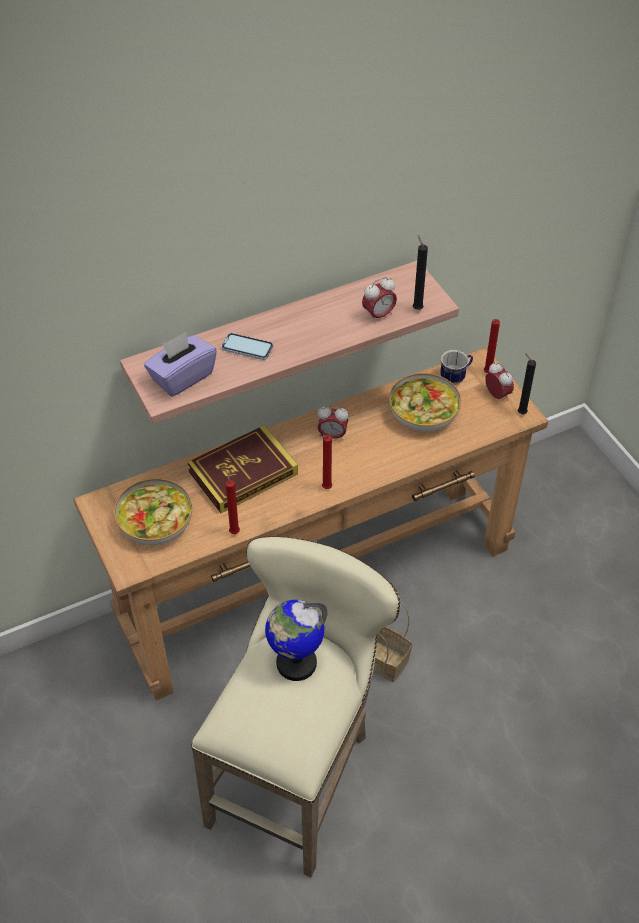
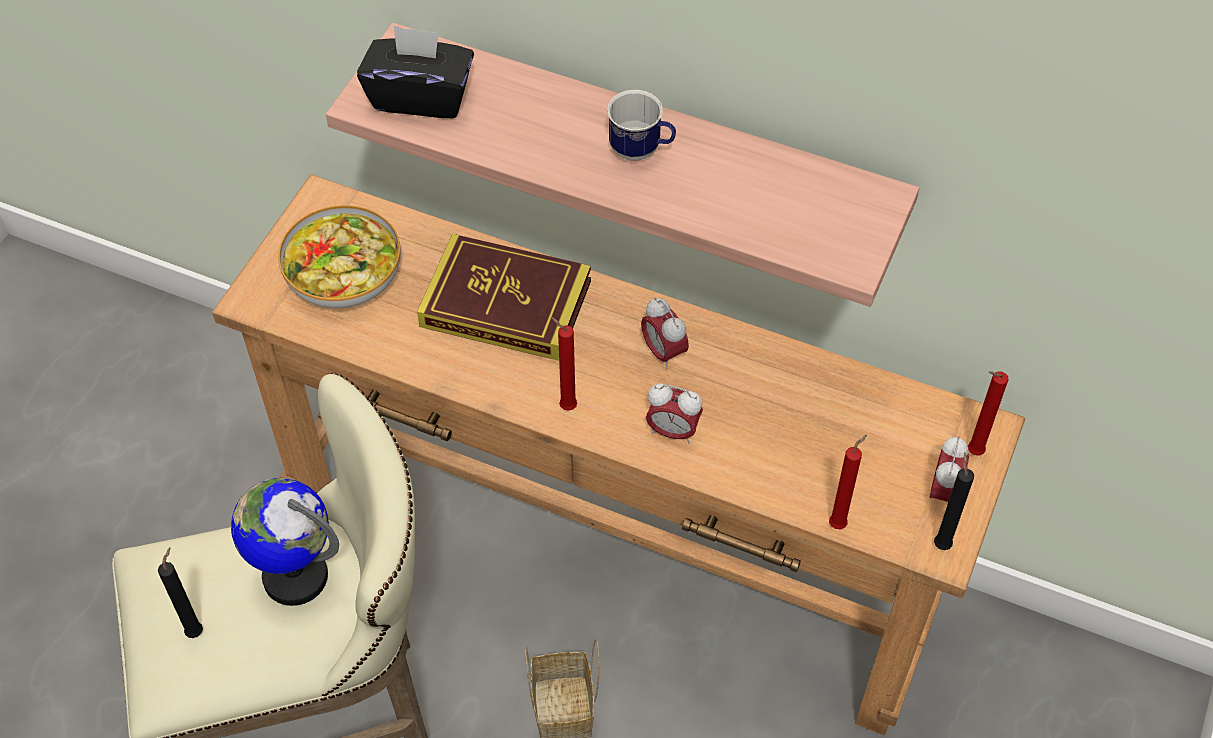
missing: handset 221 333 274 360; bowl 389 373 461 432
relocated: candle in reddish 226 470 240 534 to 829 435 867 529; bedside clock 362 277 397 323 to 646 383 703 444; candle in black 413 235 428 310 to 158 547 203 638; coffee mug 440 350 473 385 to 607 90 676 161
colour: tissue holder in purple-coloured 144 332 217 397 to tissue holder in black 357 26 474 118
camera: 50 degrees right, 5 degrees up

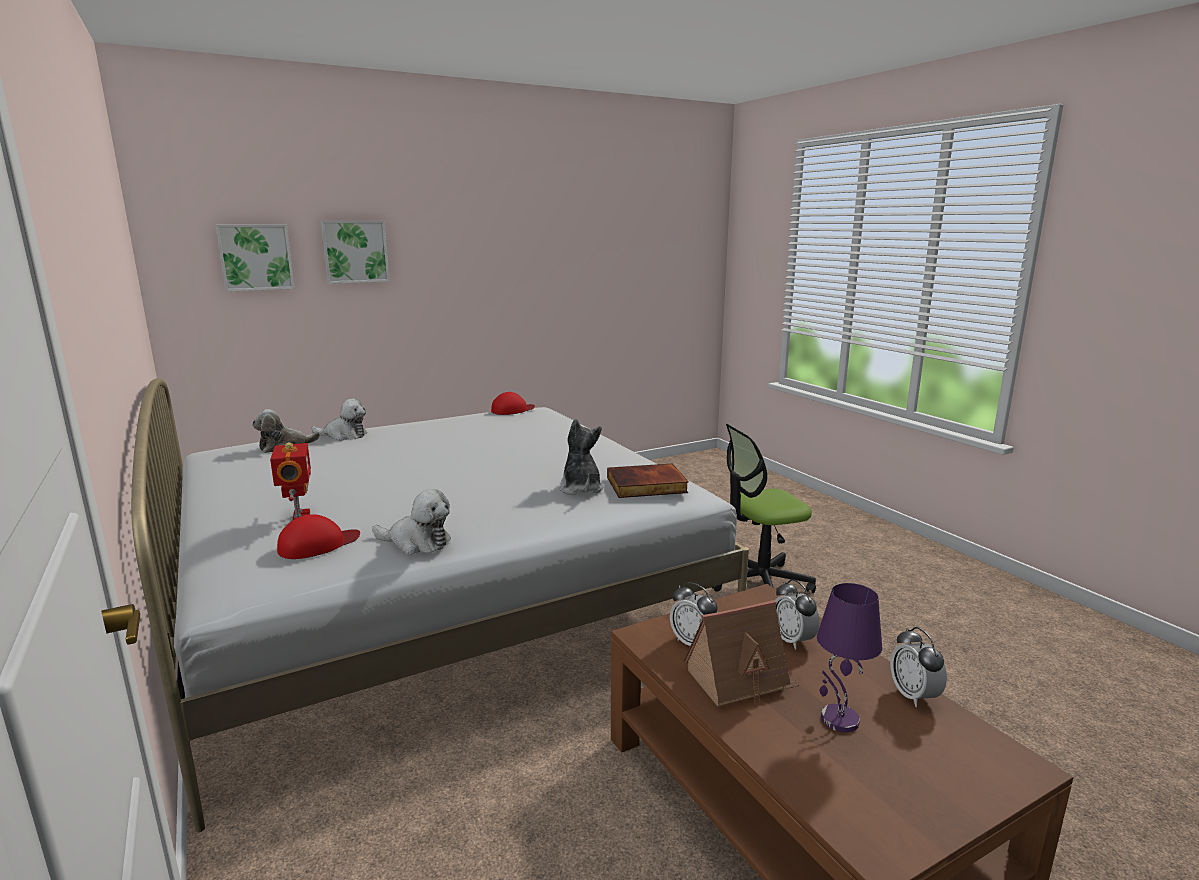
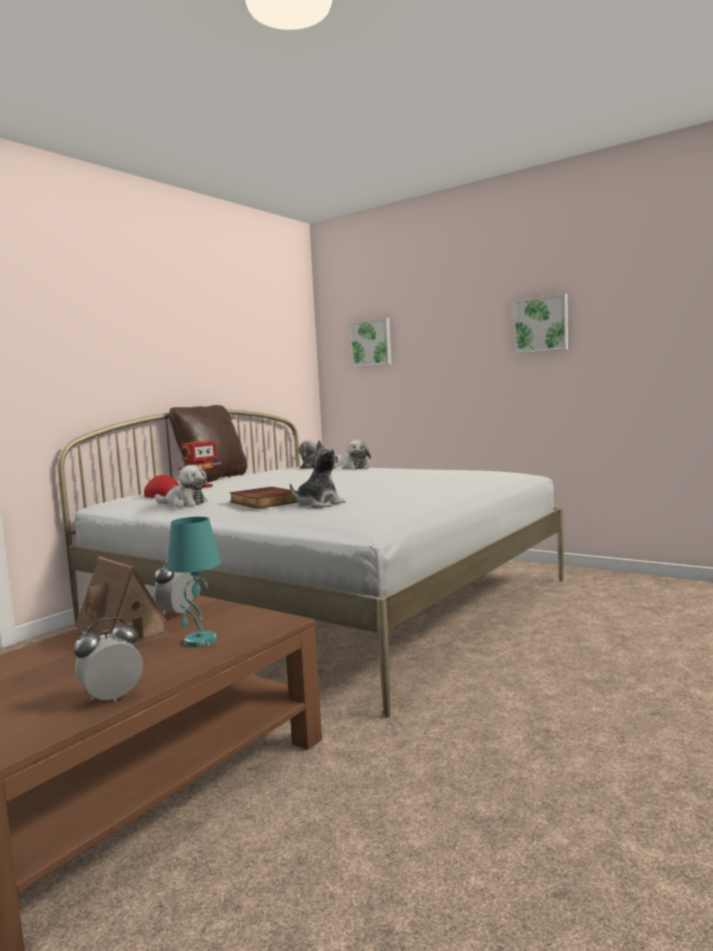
missing: baseball cap in reddish 491 392 535 415; office chair 712 424 816 593; lamp for a table in purple-coloured 817 583 882 733
appeared: pillow in brown-coloured 169 405 247 483
relocated: wall picture 321 221 390 284 to 513 294 568 354; book 607 463 689 498 to 230 487 298 509
exchanged: bedside clock 775 579 819 650 to lamp for a table in turquoise-coloured 167 517 221 647
spun: soft toy 372 489 451 554 = 155 465 208 507 60 degrees counterclockwise
camera: 65 degrees right, 10 degrees down

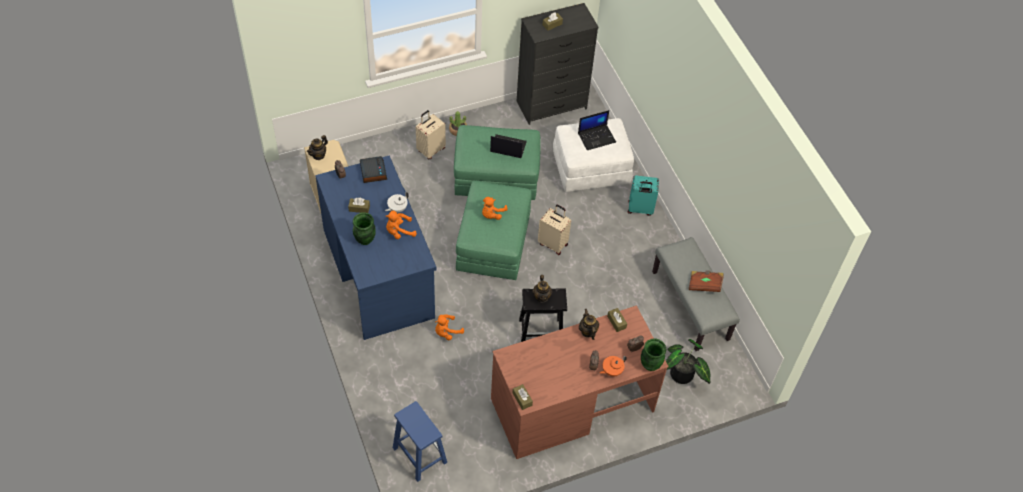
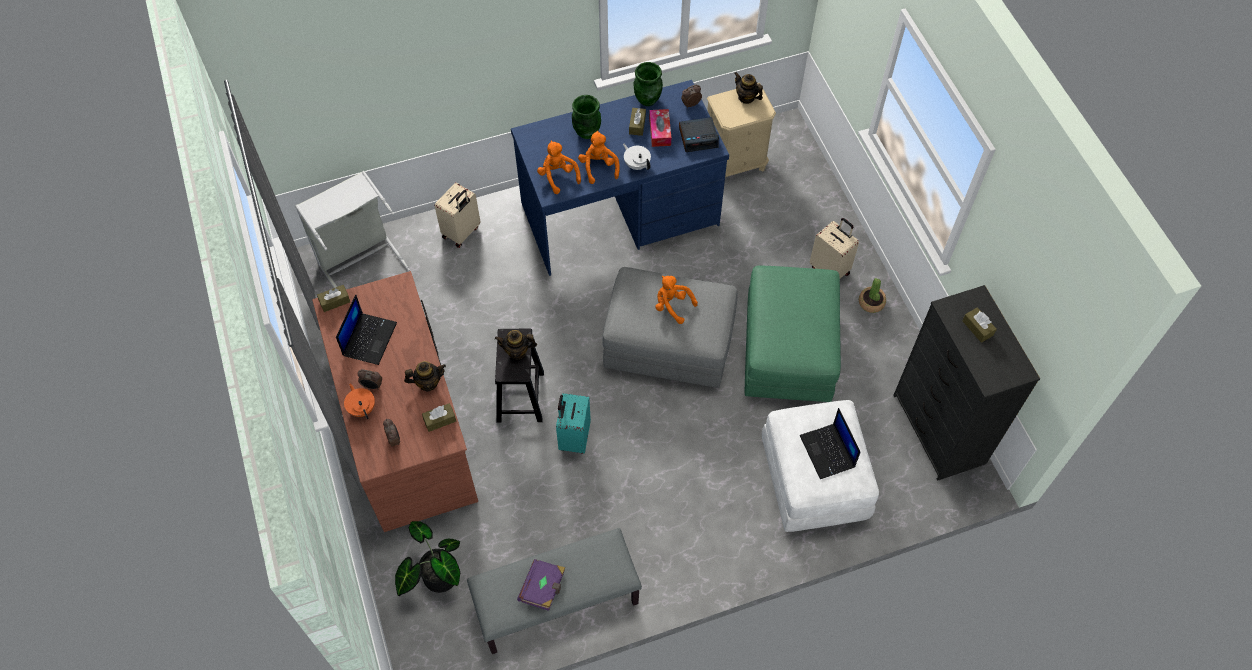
appeared: tissue holder 649 109 671 147
relocated: soft toy in orange-coloured 435 314 464 340 to 537 141 581 194; portable computer 490 134 527 158 to 336 295 397 365; travel case in beige-coloured 538 205 571 255 to 435 183 480 248; travel case in turquoise-coloured 628 175 659 216 to 556 393 591 454; decorative vase in greenish 641 338 666 371 to 634 62 663 106
exchanged: sitting stool in blue 393 401 447 482 to laundry basket in grey 295 171 410 288
colour: ottoman in greenish 456 181 532 280 to ottoman in grey 602 267 737 388; book in brown-coloured 689 270 724 292 to book in purple-coloured 517 559 565 611
camera: 95 degrees right, 5 degrees up

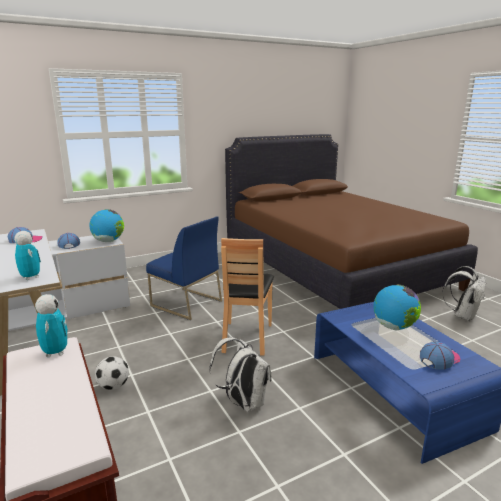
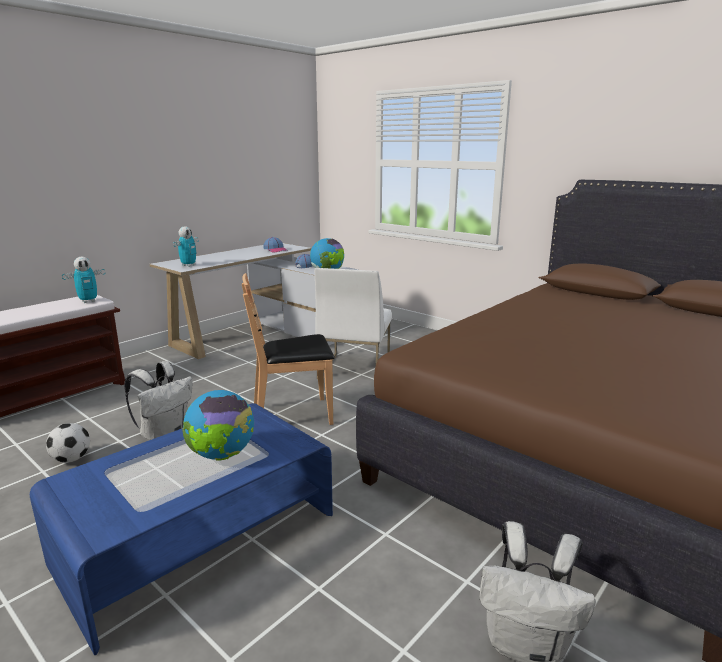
missing: baseball cap 420 342 460 370
relocated: football ball 95 356 129 390 to 46 423 90 463
colour: plain chair in blue 146 216 222 320 to plain chair in whitish 315 268 392 379
camera: 70 degrees right, 0 degrees up

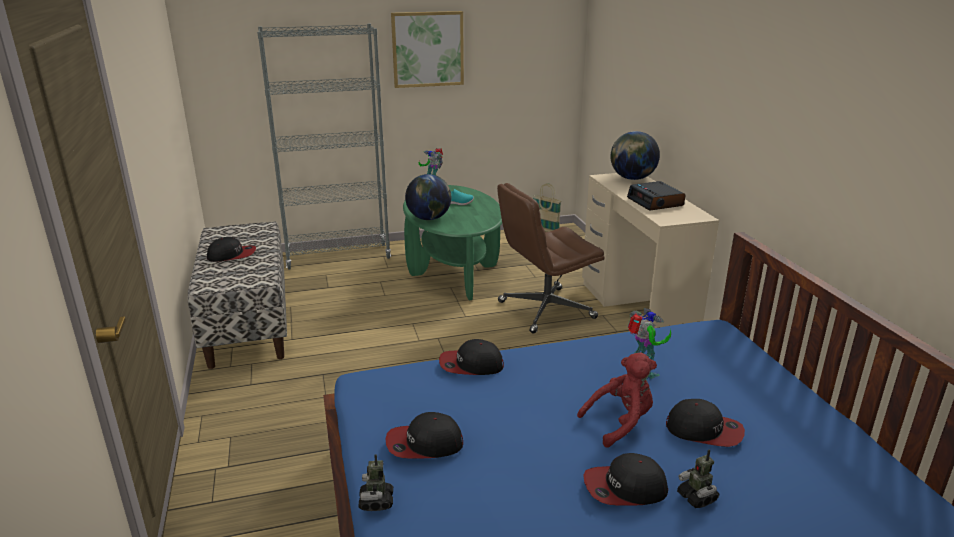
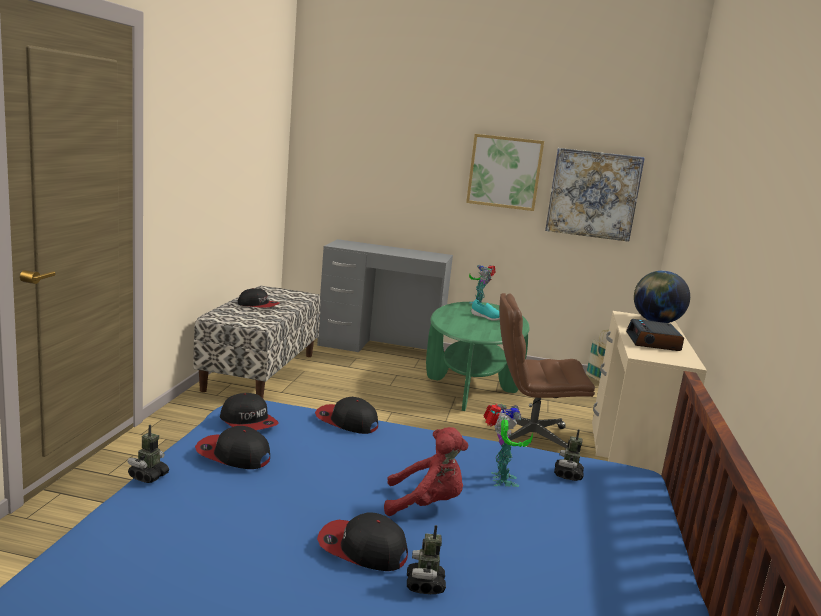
missing: desk globe 405 174 451 220
appeared: wall picture 545 148 645 242; robot figure 554 430 584 481
relocated: baseball cap 666 399 745 447 to 220 393 279 430
exchanged: bookshelf in grey 257 24 391 270 to desk unit in grey 317 239 453 352
camera: 25 degrees right, 10 degrees down

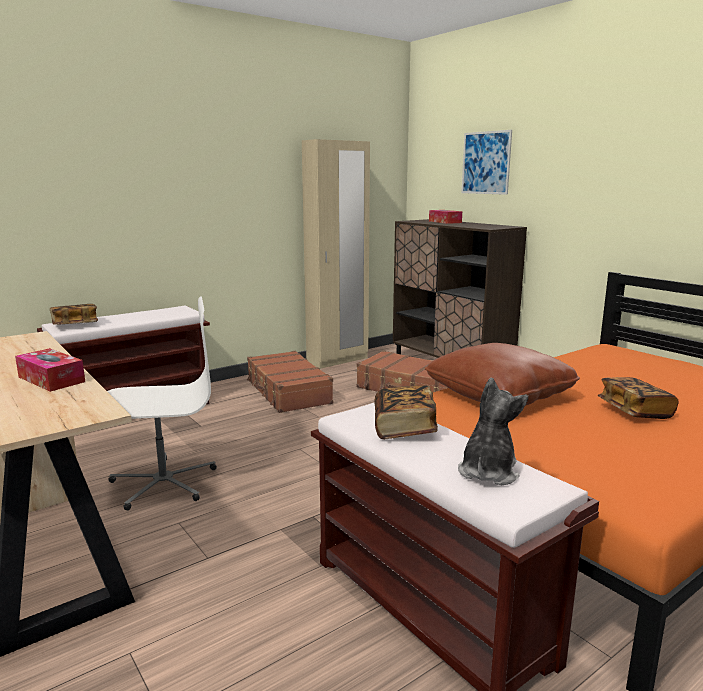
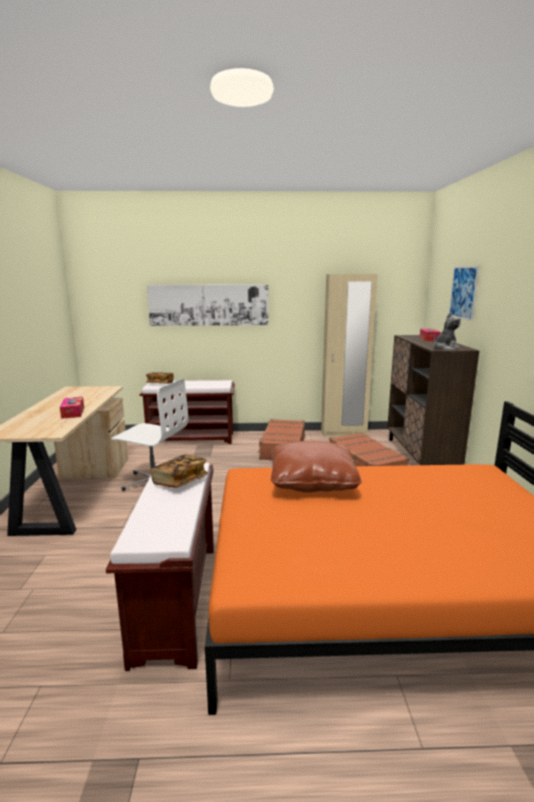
missing: book 598 377 679 419
appeared: wall picture 147 285 268 326
relocated: soft toy 458 378 528 485 to 433 313 461 350
camera: 35 degrees right, 0 degrees up

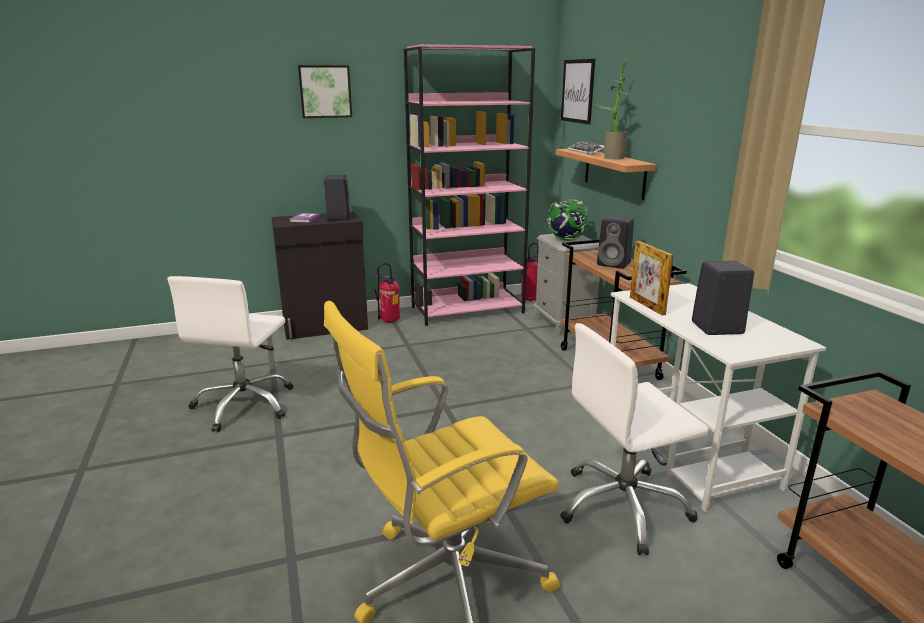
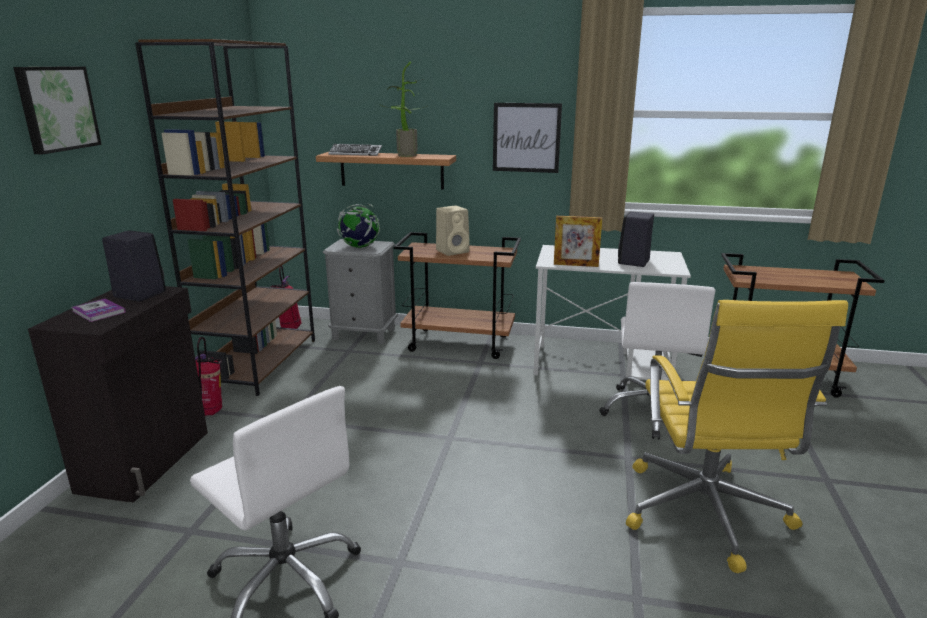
relocated: wall picture 561 59 595 124 to 493 103 562 173
colour: bookshelf in pink-coloured 404 44 535 326 to bookshelf in brown-coloured 135 39 315 396; audio speaker in black 597 215 634 269 to audio speaker in beige-coloured 436 206 469 256
camera: 60 degrees left, 0 degrees up

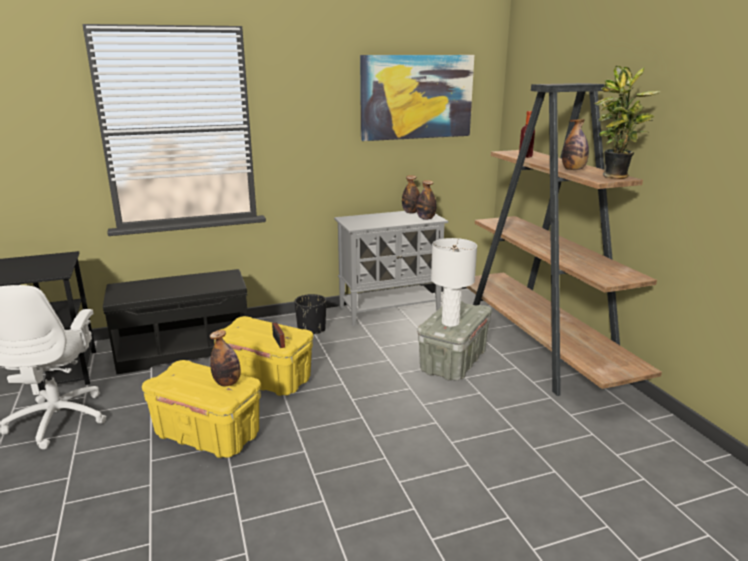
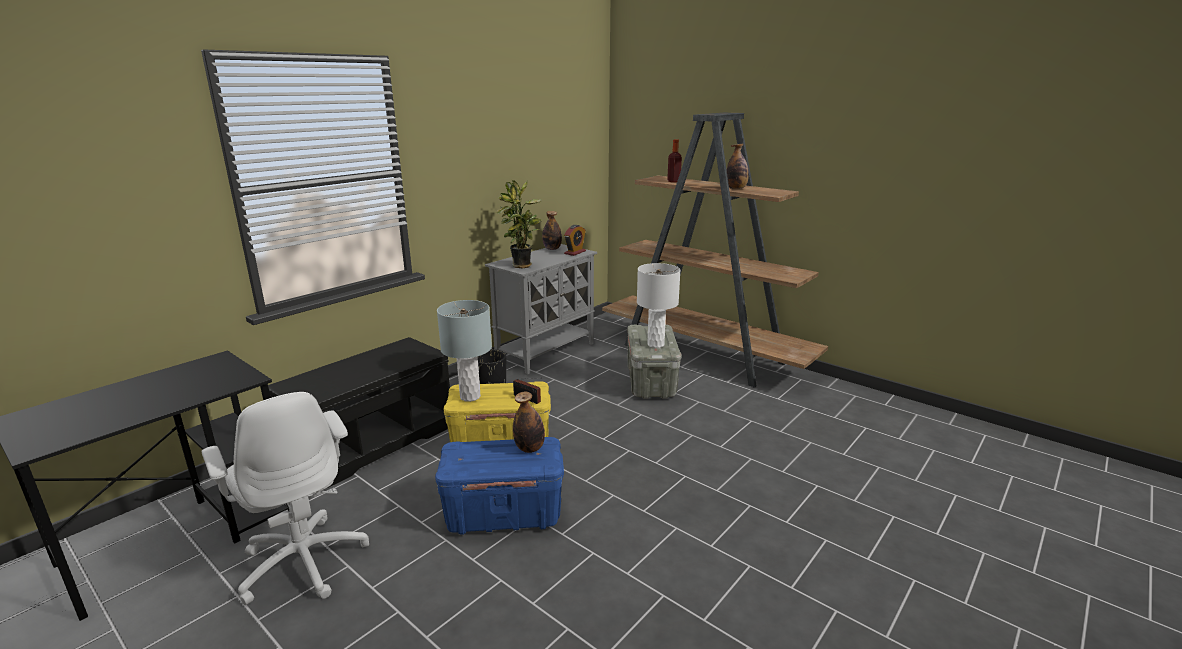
missing: wall picture 360 55 474 141
appeared: lamp for a table in grey 437 300 492 402
relocated: houseplant 595 66 661 179 to 496 180 543 268
exchanged: drink bottle 417 180 436 220 to bedside clock 564 225 586 256
colour: storage box in yellow 142 360 261 458 to storage box in blue 435 437 564 535
camera: 30 degrees left, 0 degrees up

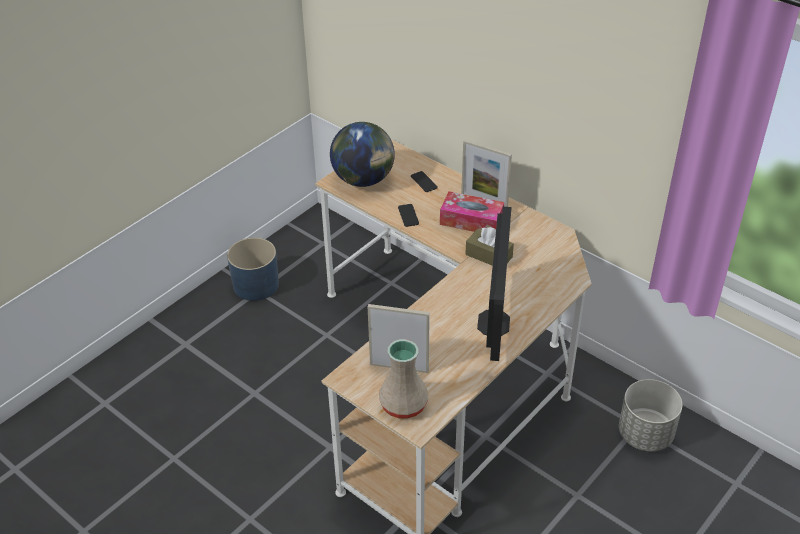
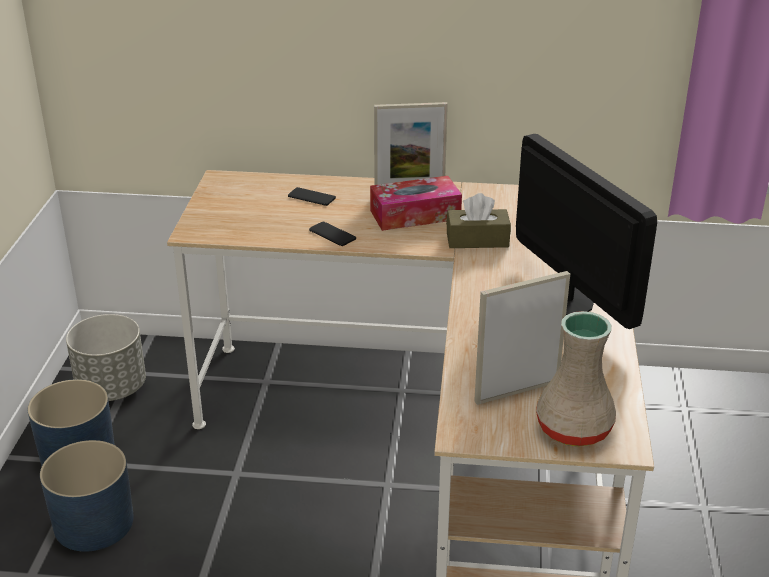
missing: desk globe 330 122 395 187
appeared: planter in blue 40 440 134 552
relocated: planter in grey 619 379 682 451 to 66 314 146 401
camera: 35 degrees left, 10 degrees down

